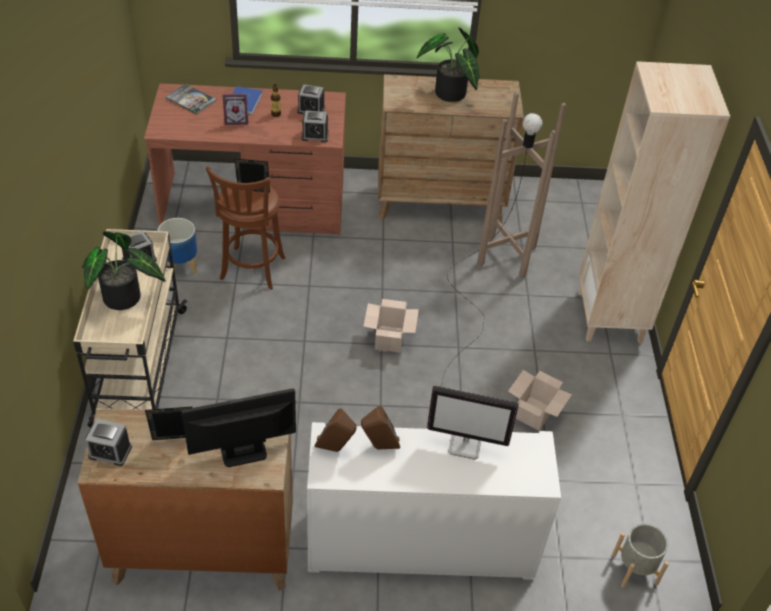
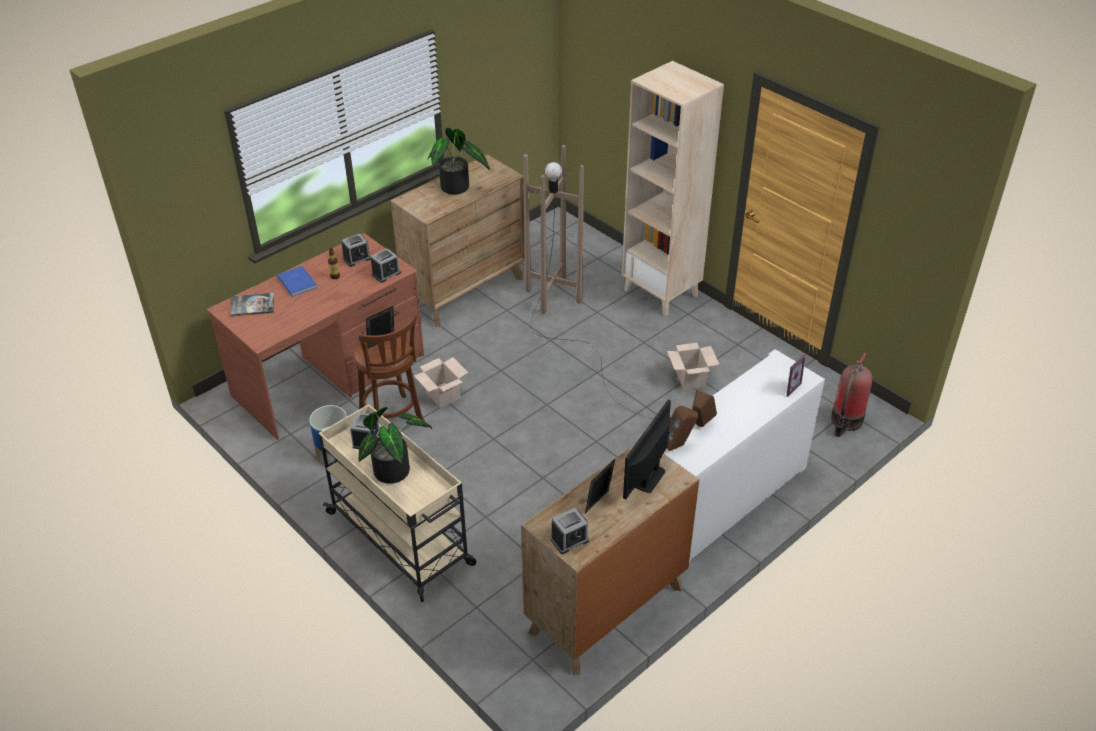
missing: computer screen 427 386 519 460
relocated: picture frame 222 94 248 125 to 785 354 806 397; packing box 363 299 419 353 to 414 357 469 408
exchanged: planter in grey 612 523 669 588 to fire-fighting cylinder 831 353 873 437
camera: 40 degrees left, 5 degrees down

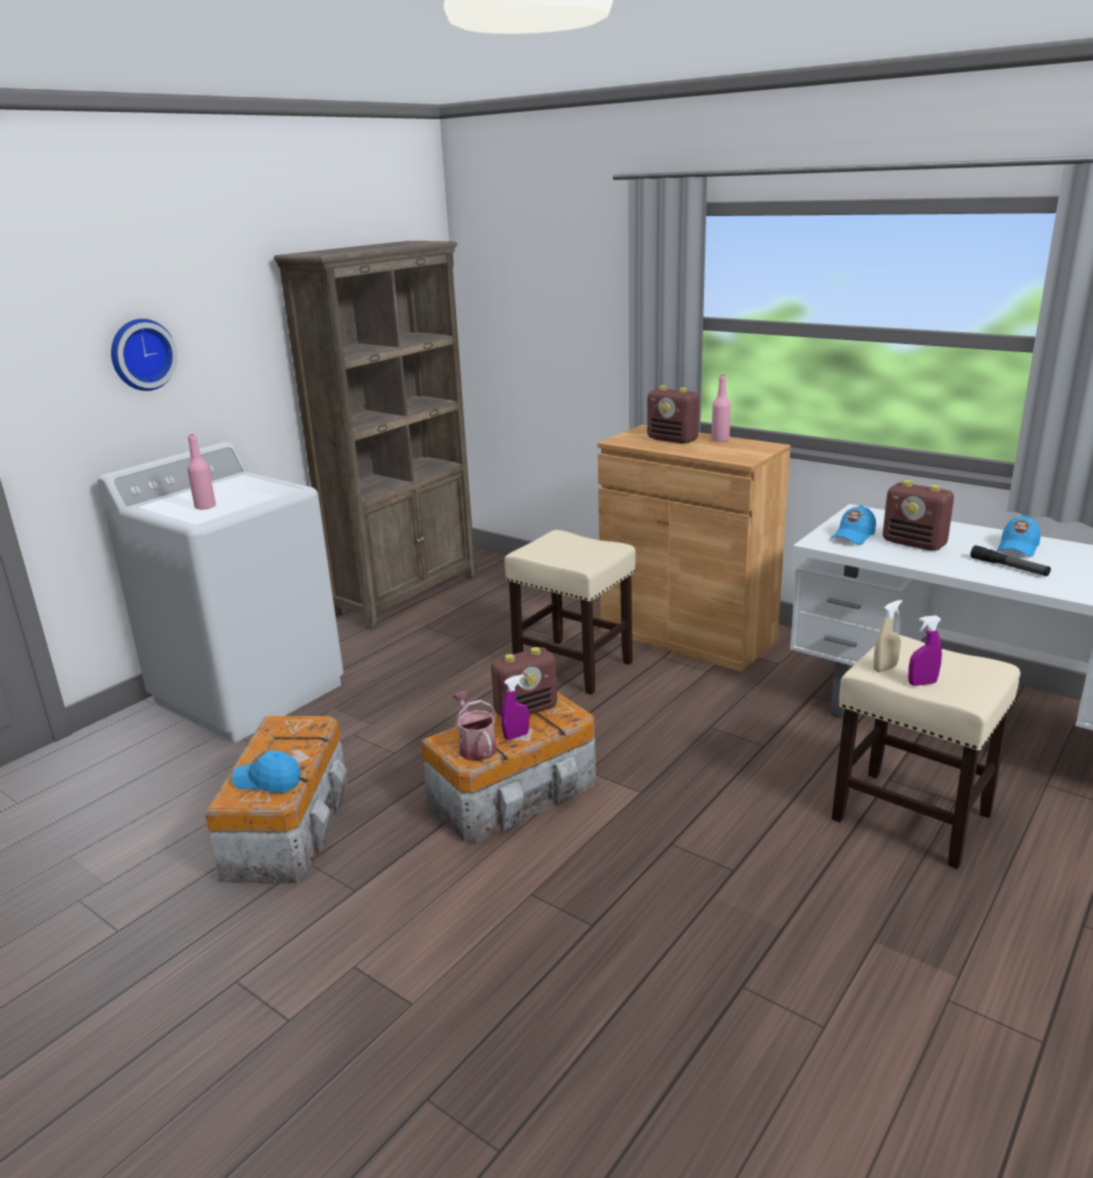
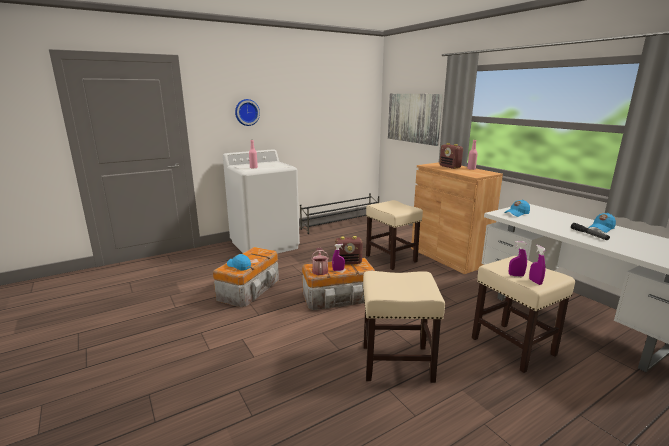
missing: spray bottle in beige-coloured 873 600 903 672; radio receiver 883 480 954 551
appeared: sitting stool in beige-coloured 363 271 445 383; wall picture 388 94 443 146; spray bottle in purple-coloured 529 245 547 285
exchanged: bookshelf in brown-coloured 274 241 477 630 to shoe rack in black 300 193 379 234
camera: 20 degrees right, 5 degrees down

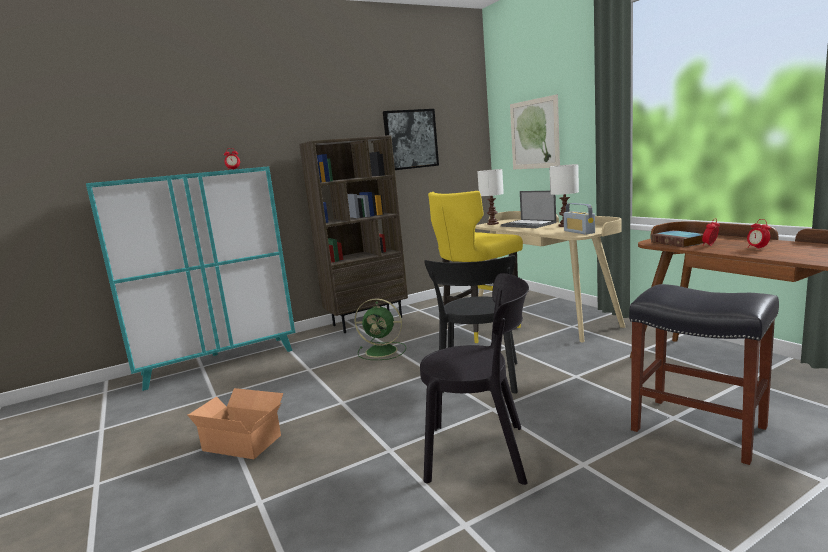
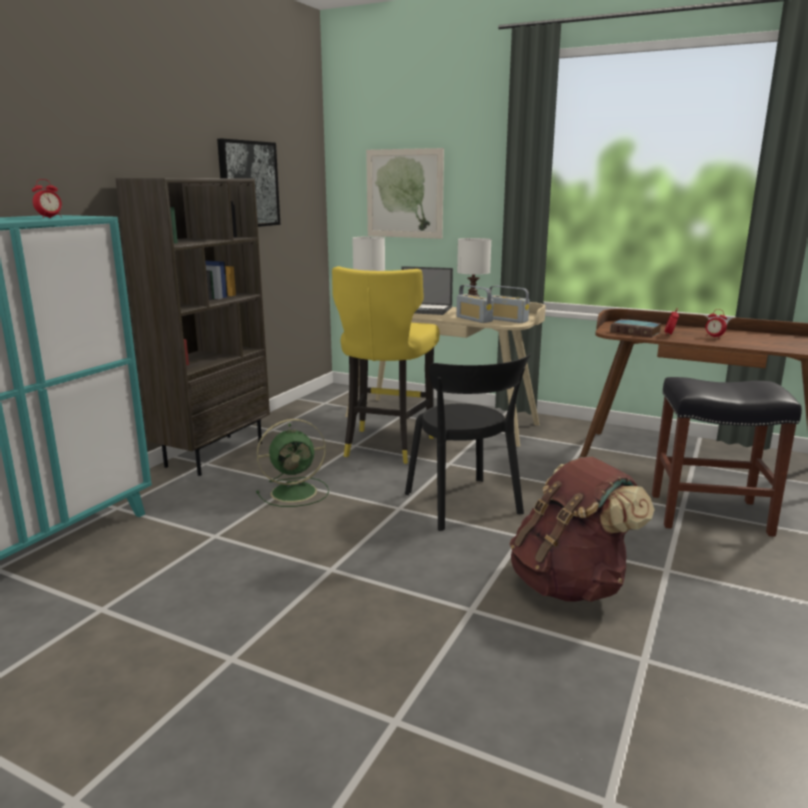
missing: packing box 187 388 283 459
appeared: radio receiver 456 285 494 323
exchanged: plain chair in black 420 273 529 485 to backpack in brown-coloured 510 457 655 602
camera: 35 degrees left, 5 degrees up

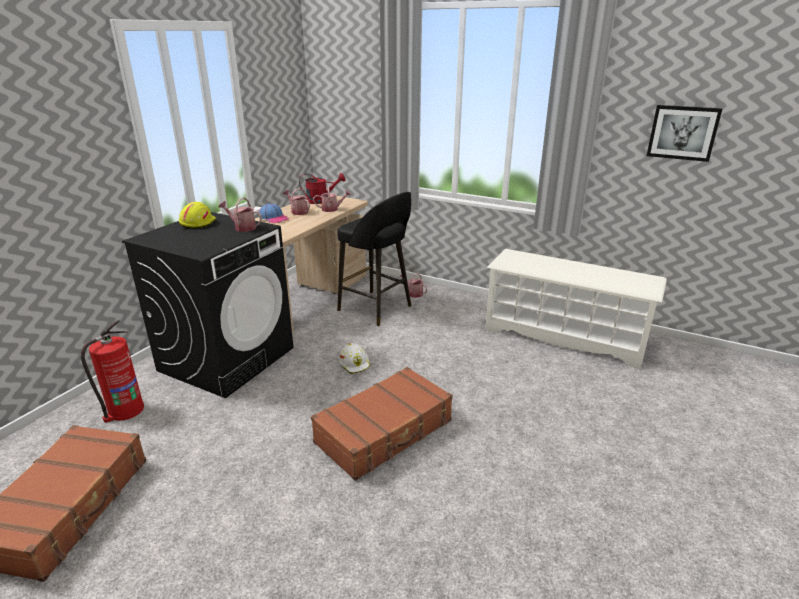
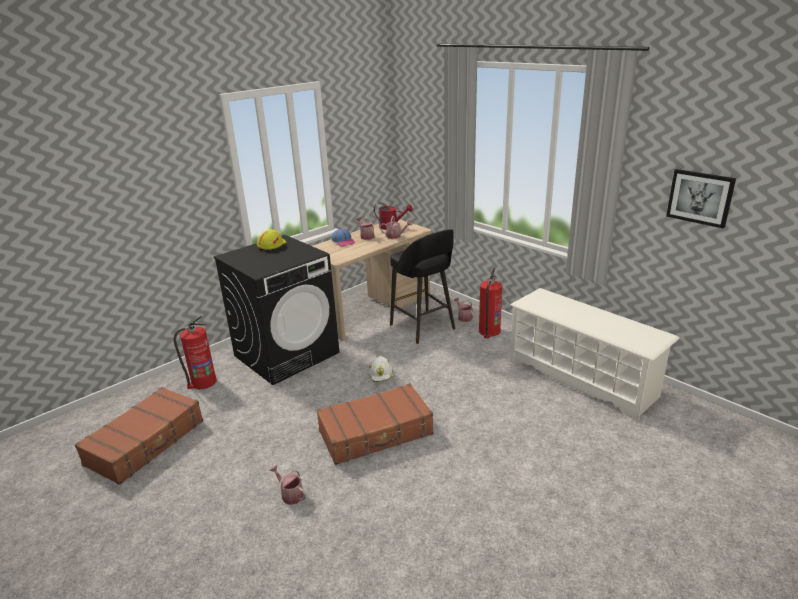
appeared: fire-fighting cylinder 479 268 502 338
relocated: watering can 218 197 262 232 to 269 465 306 505
camera: 20 degrees right, 0 degrees up

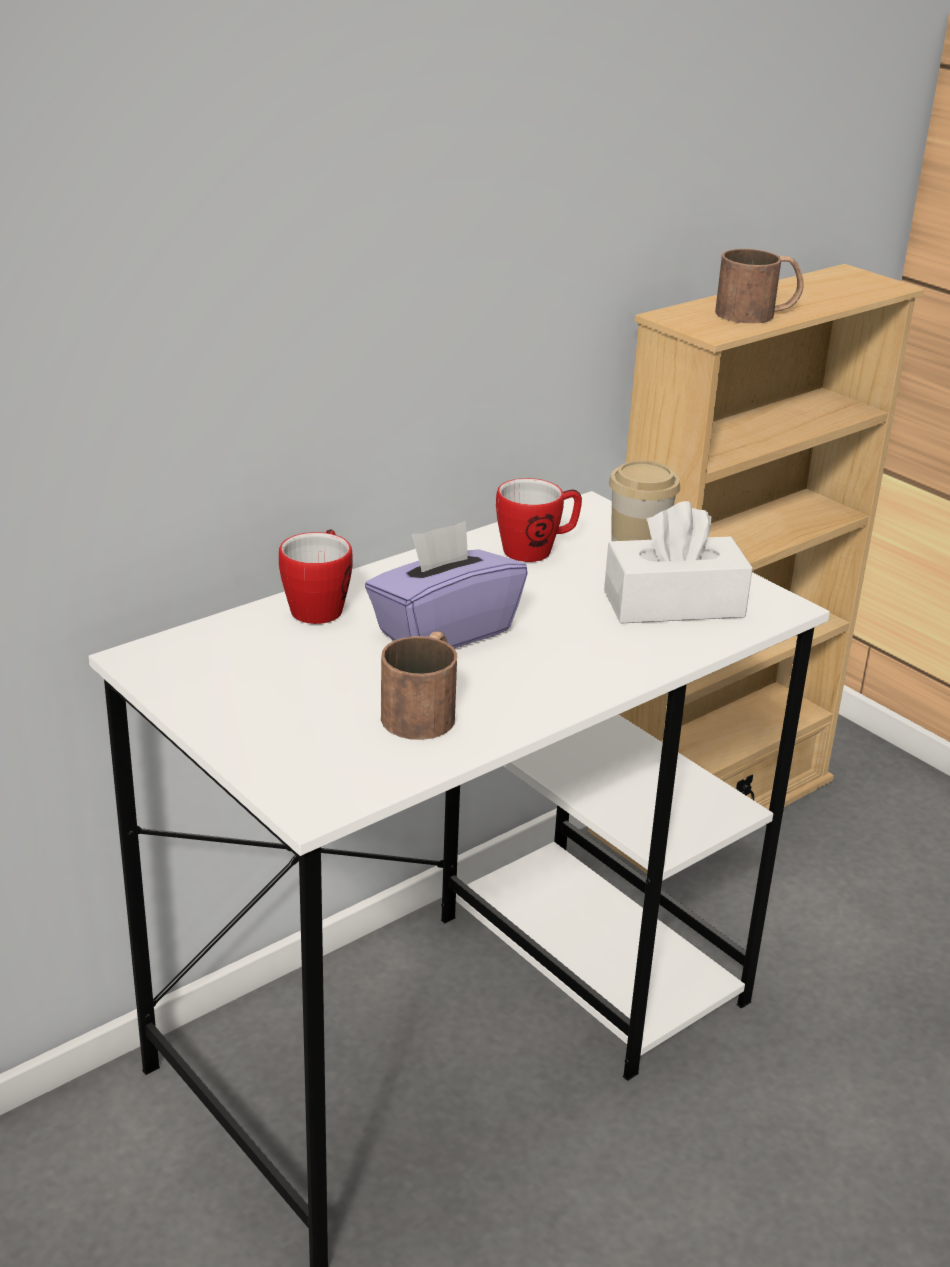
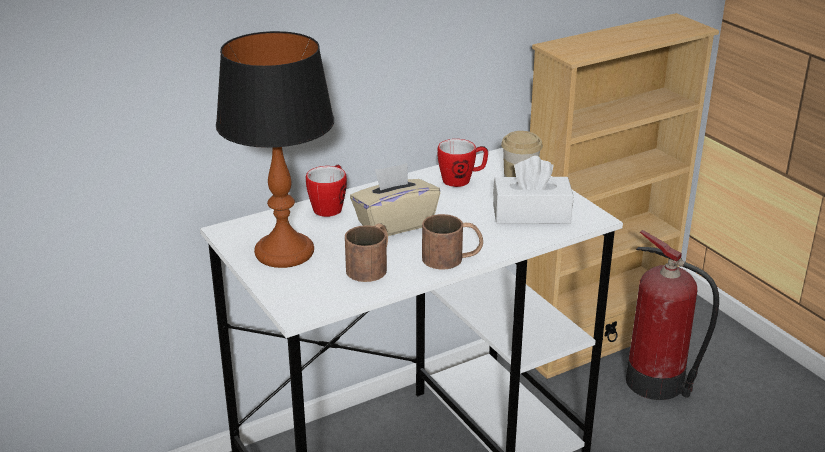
appeared: lamp for a table 216 31 334 268; fire-fighting cylinder 626 230 719 400
relocated: coffee mug in brown-coloured 715 249 804 324 to 422 214 483 270
colour: tissue holder in purple-coloured 365 521 528 649 to tissue holder in beige-coloured 350 163 440 236
camera: 10 degrees right, 0 degrees up

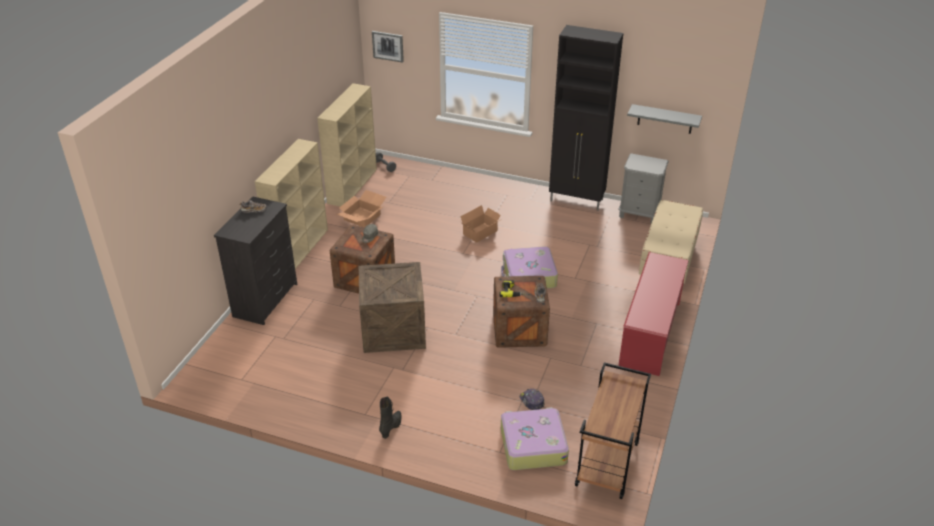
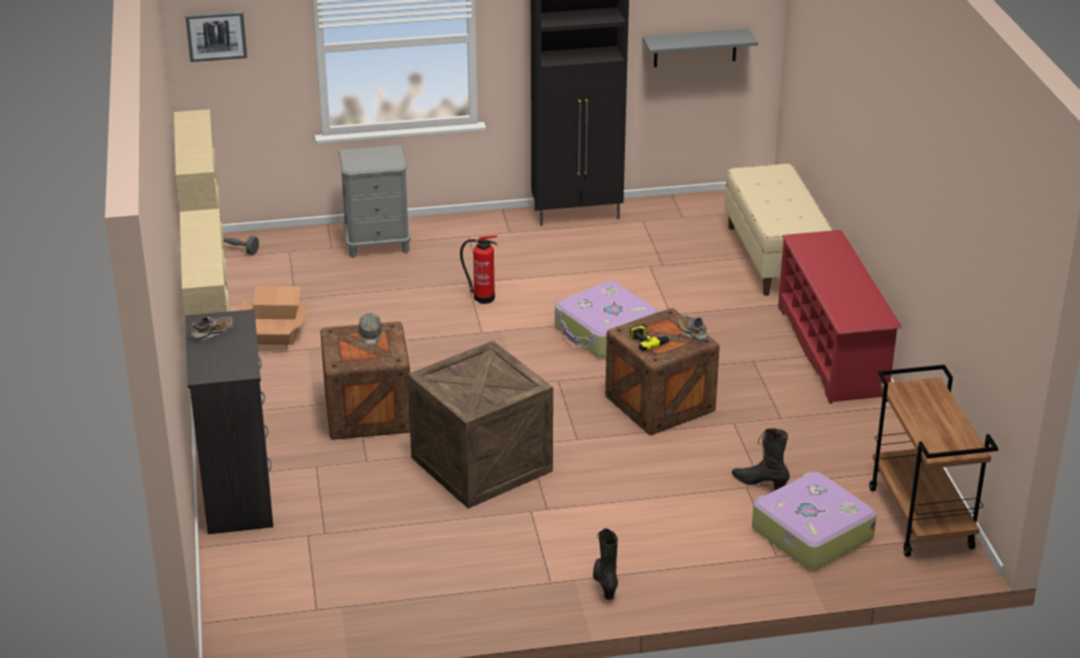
relocated: nightstand in grey 619 154 669 223 to 338 145 411 258
exchanged: packing box 460 205 502 243 to fire-fighting cylinder 460 235 497 304; baseball cap 520 389 545 410 to tall boot in black 732 428 790 490
camera: 30 degrees left, 5 degrees down

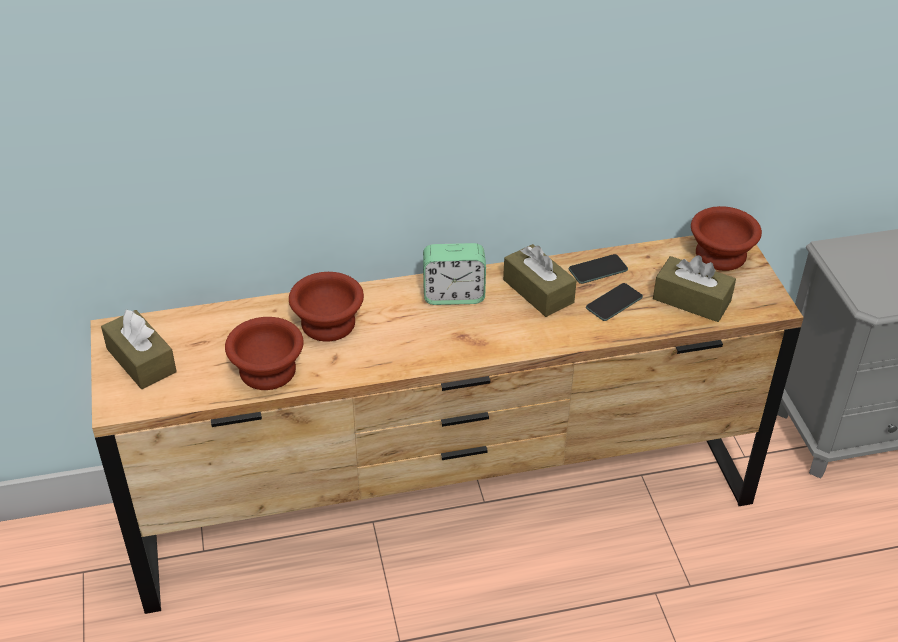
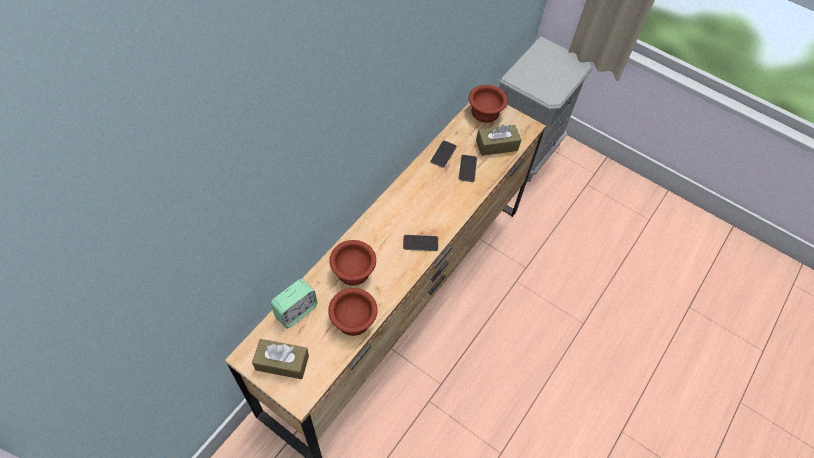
missing: tissue holder in brown-coloured 503 244 577 317
appeared: handset 403 235 438 251
relocated: bedside clock 423 243 486 305 to 271 279 317 329
camera: 45 degrees left, 15 degrees up

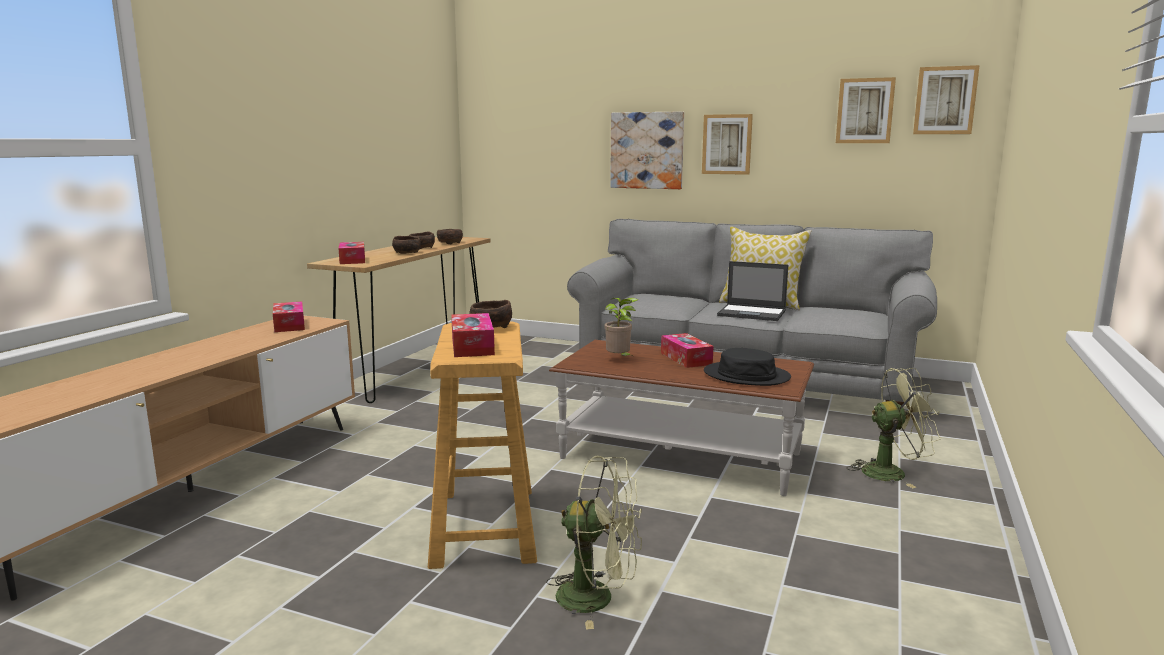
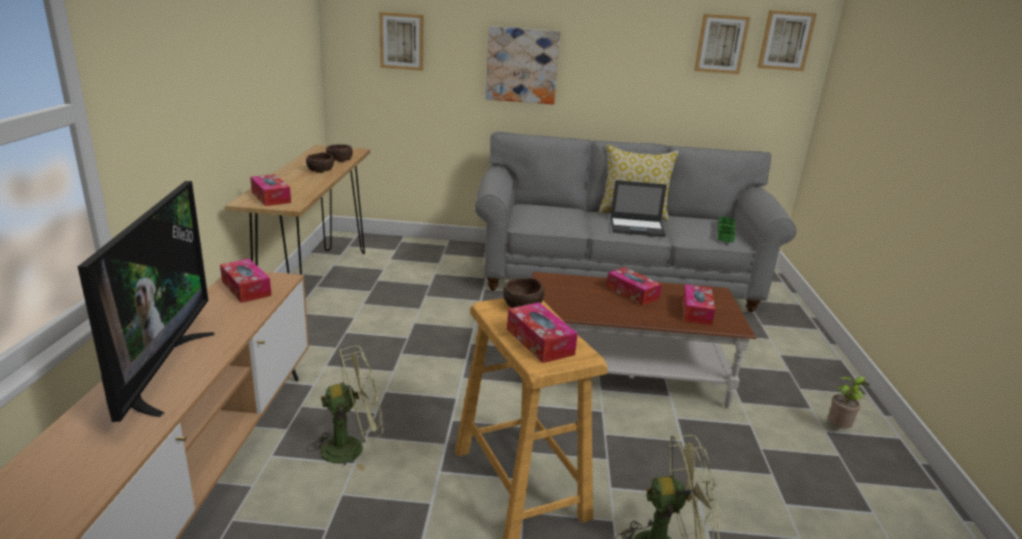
missing: bowl in brown-coloured 392 236 421 254
appeared: TV set 78 181 215 422; tray in greenish 718 217 735 243
relocated: houseplant 605 297 638 356 to 828 376 870 429; wall picture 702 114 753 175 to 379 12 424 71; electric fan in greenish 847 368 941 488 to 307 345 383 471
exchanged: hat in black 704 348 791 386 to tissue holder 682 284 715 325
camera: 20 degrees left, 10 degrees up

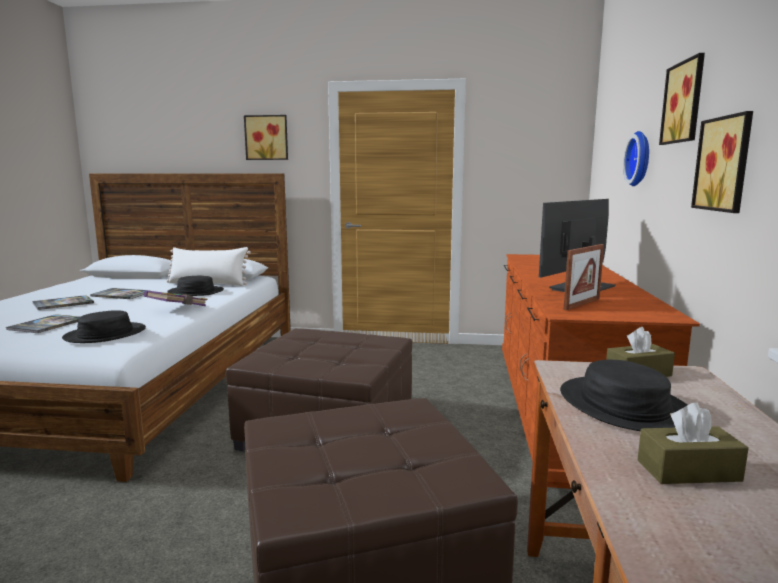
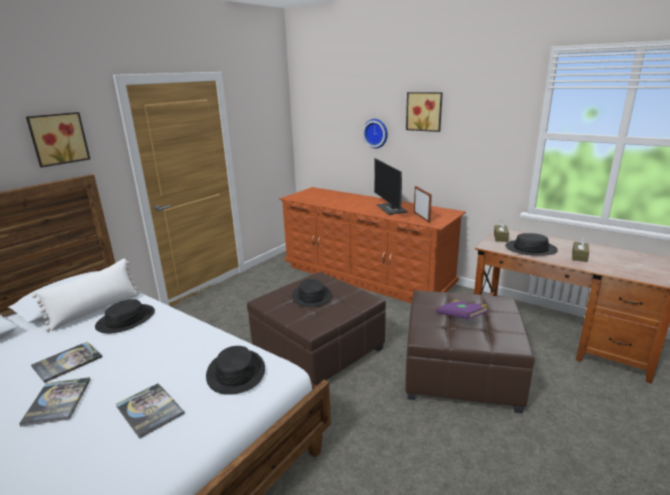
missing: wall picture 691 111 753 213
appeared: hat in black 292 279 332 307
relocated: book in purple-coloured 144 290 208 306 to 436 300 488 319
camera: 60 degrees left, 10 degrees up

